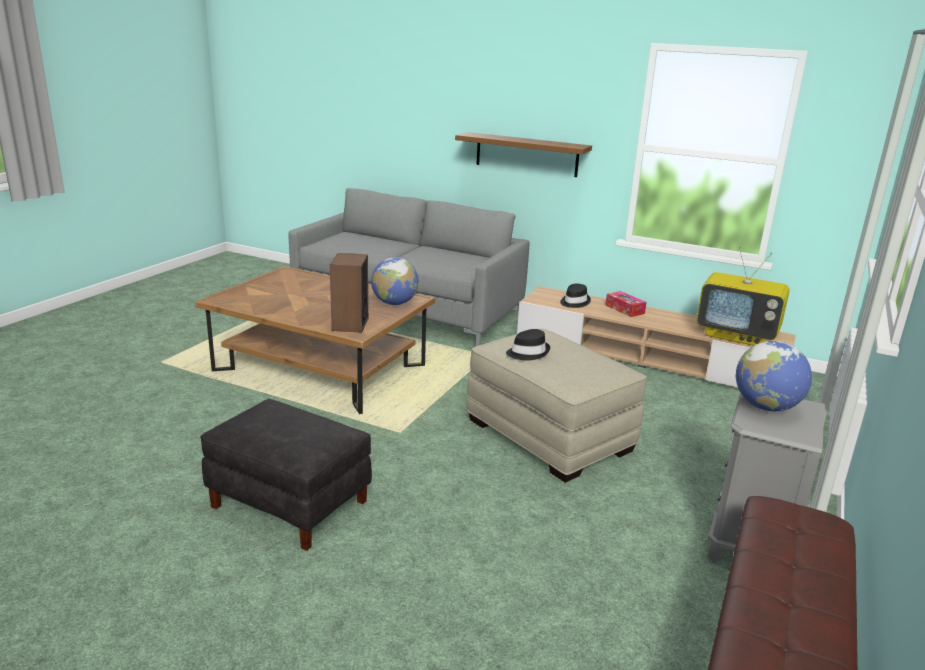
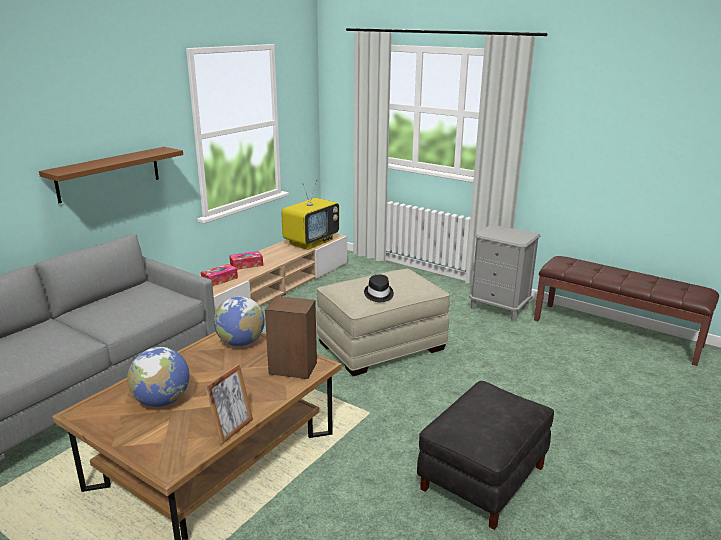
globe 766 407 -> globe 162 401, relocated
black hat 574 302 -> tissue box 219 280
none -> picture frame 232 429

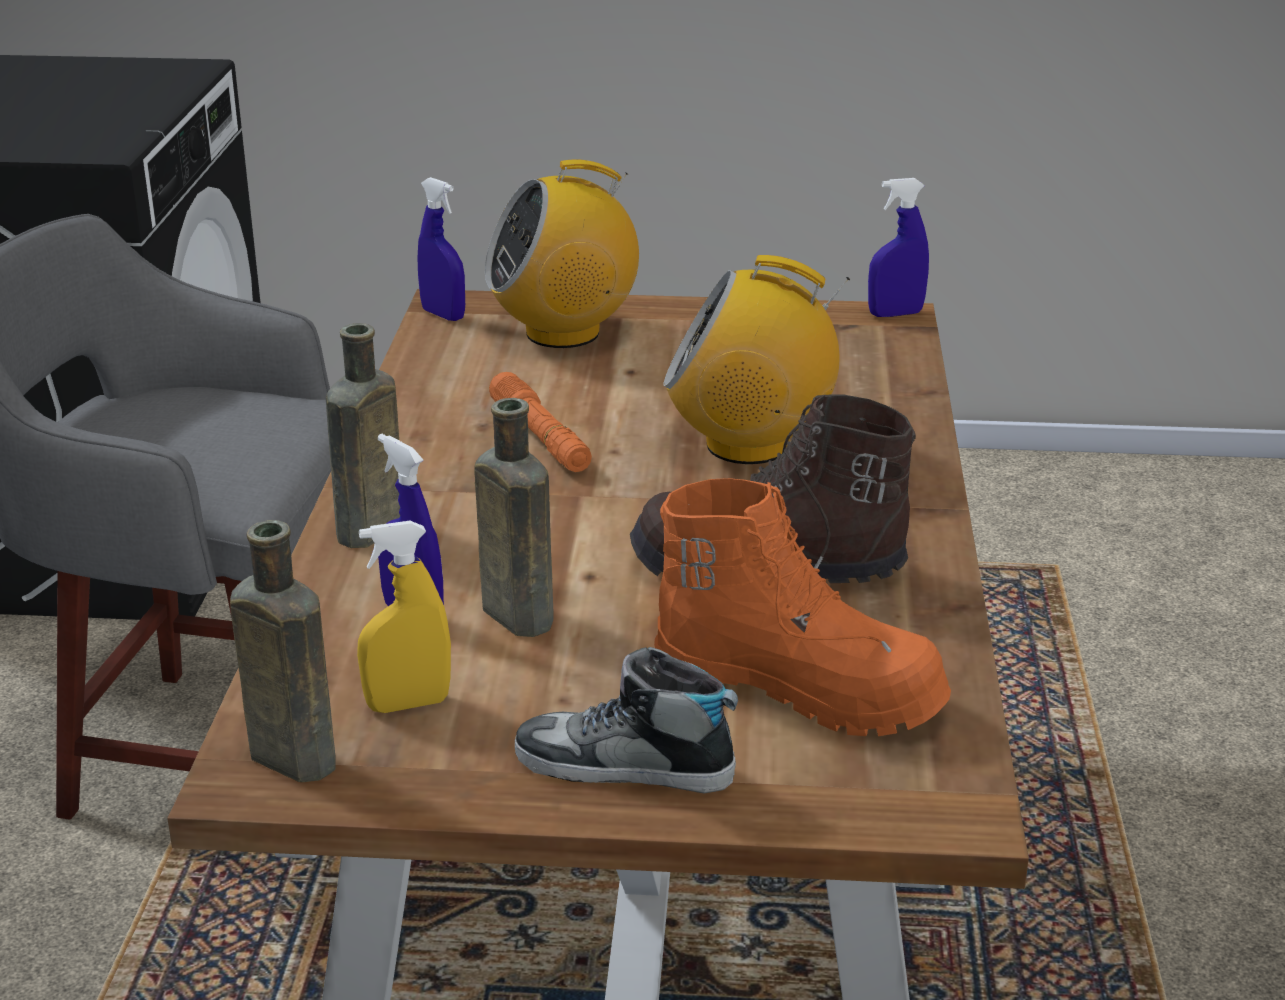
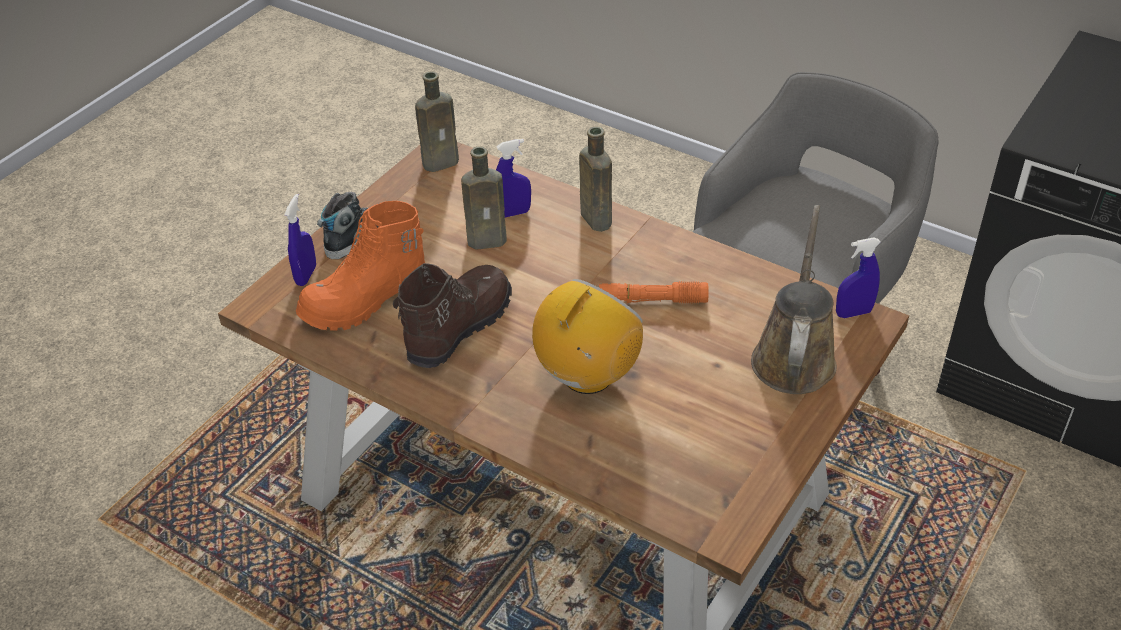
blue spray bottle 895 314 -> blue spray bottle 306 275, relocated
radio 564 332 -> brown watering can 794 356
yellow spray bottle 408 704 -> none

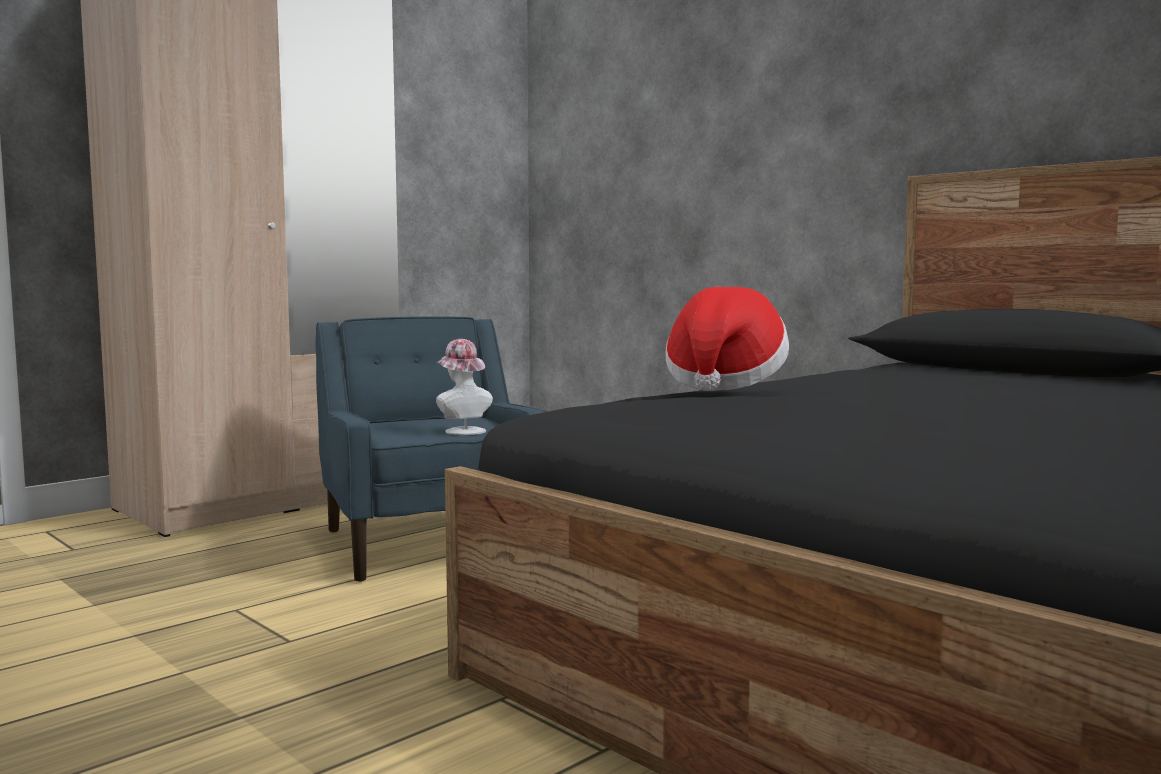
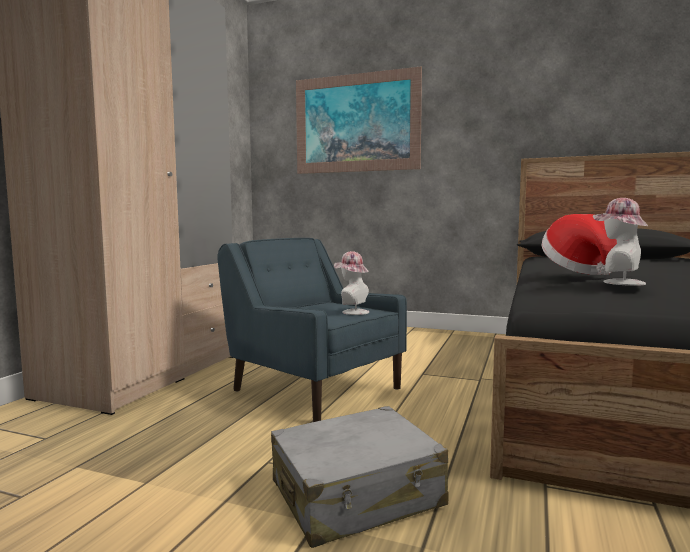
none -> grey suitcase 356 495
none -> picture 356 123
none -> hat 618 282

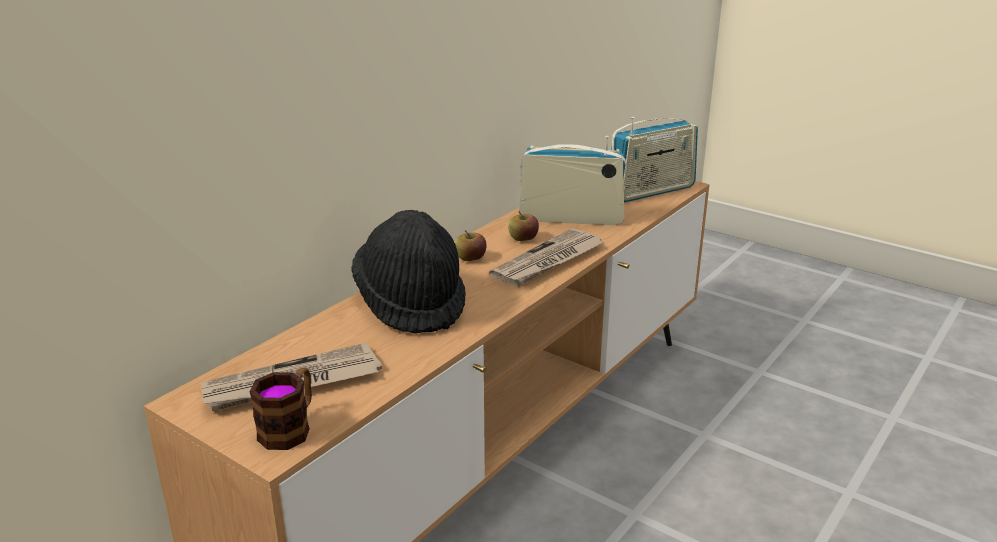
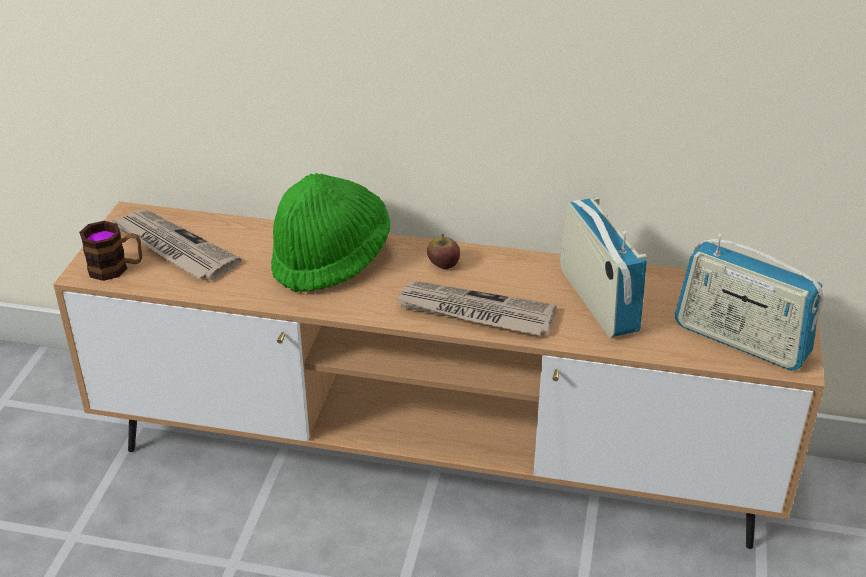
black hat 411 303 -> green hat 331 260
apple 523 239 -> none

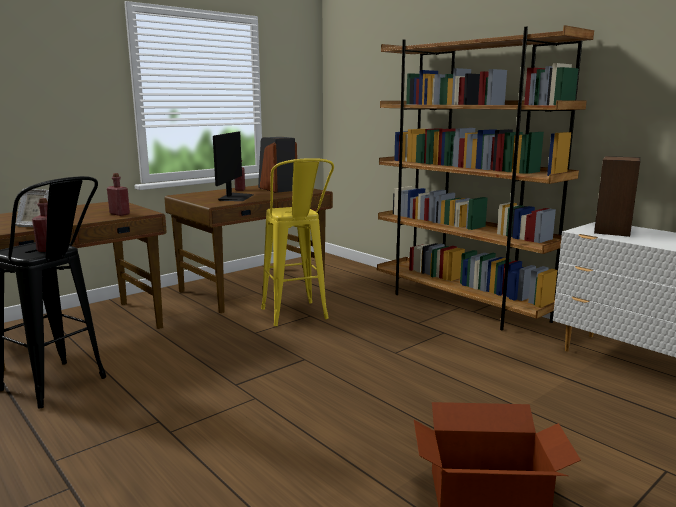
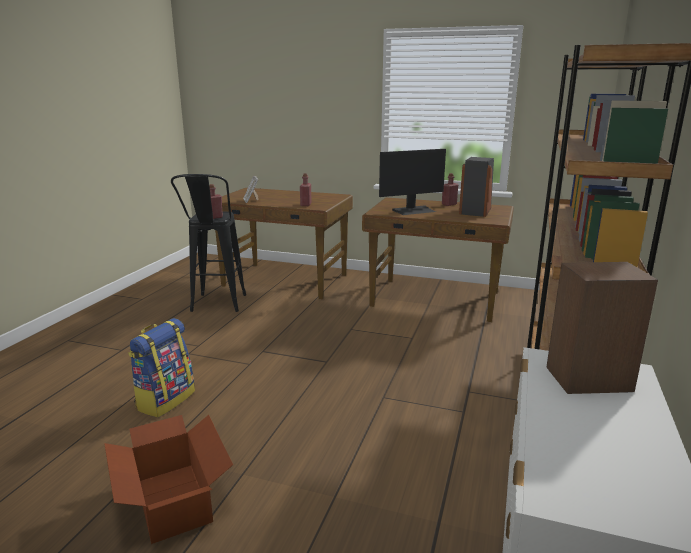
none -> backpack 165 400
yellow stool 297 318 -> none

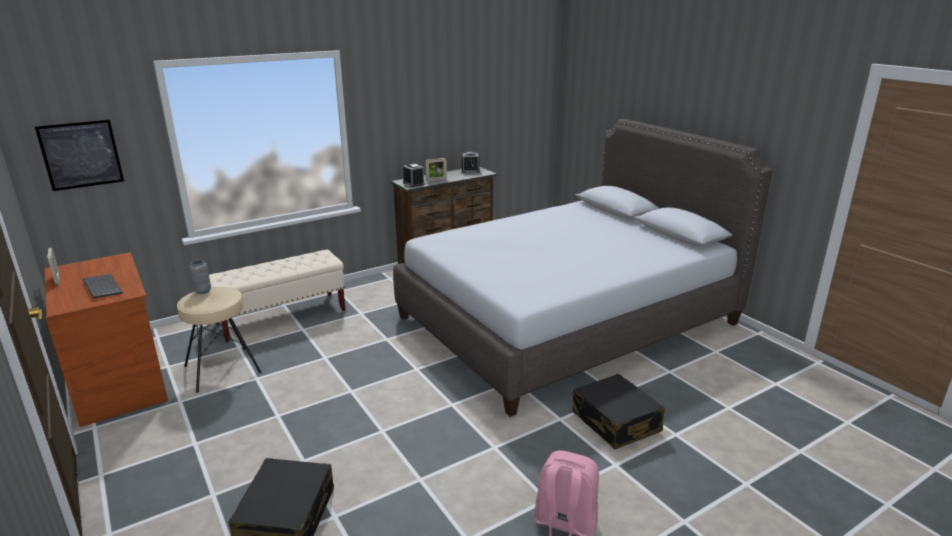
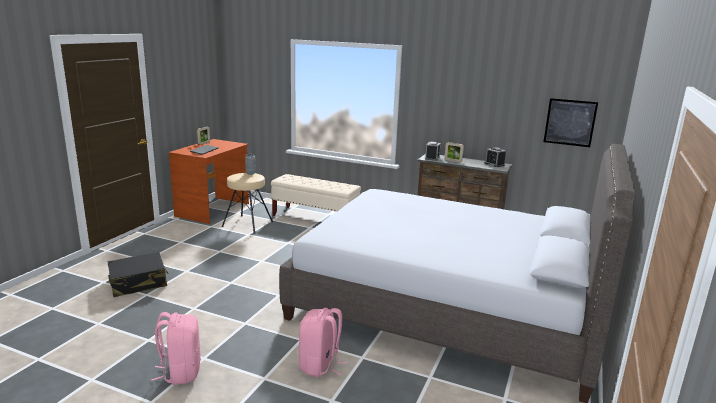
black suitcase 615 422 -> pink backpack 320 365
picture 81 154 -> picture 570 122, relocated

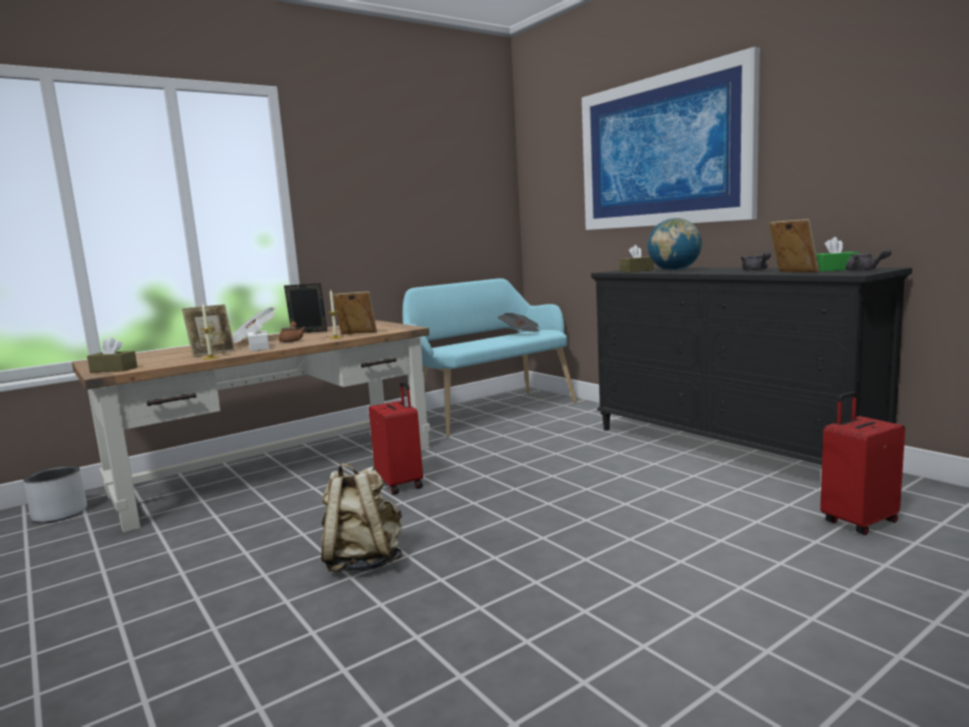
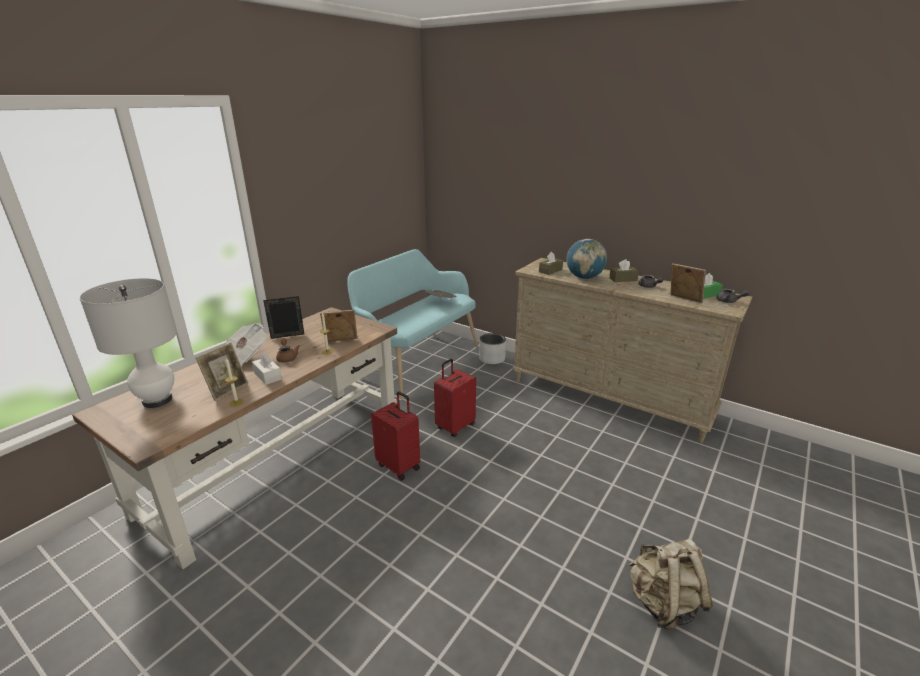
none -> white table lamp 157 400
red suitcase 857 522 -> red suitcase 455 426, relocated
grey planter 60 514 -> grey planter 492 359, relocated
black dresser 727 449 -> beige dresser 609 398
brown tissue box 113 369 -> brown tissue box 623 279, relocated
beige backpack 363 562 -> beige backpack 663 603, relocated
picture 662 152 -> none

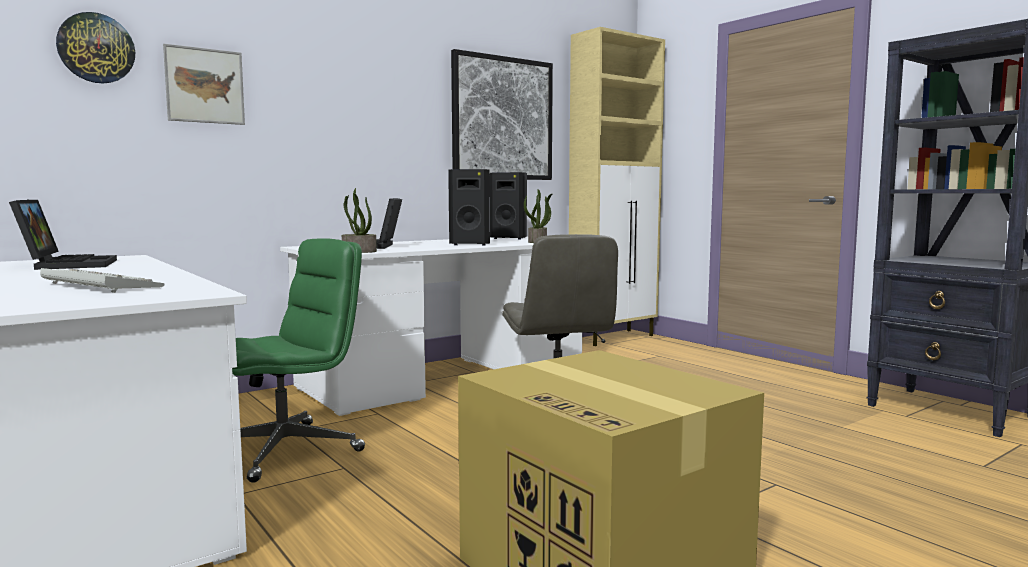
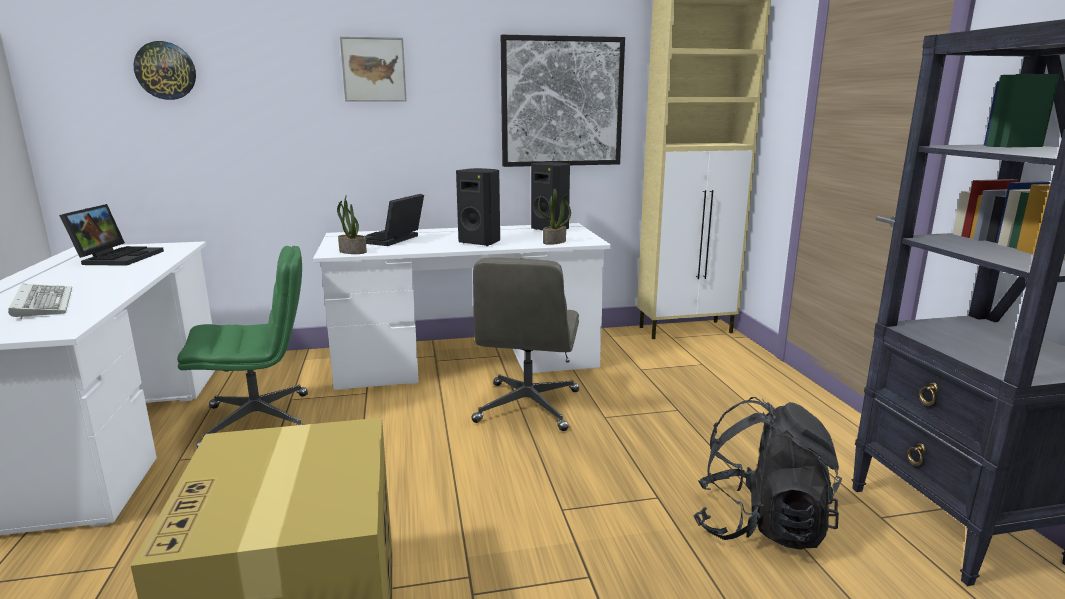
picture 205 86 -> picture 374 69, relocated
none -> black backpack 760 525

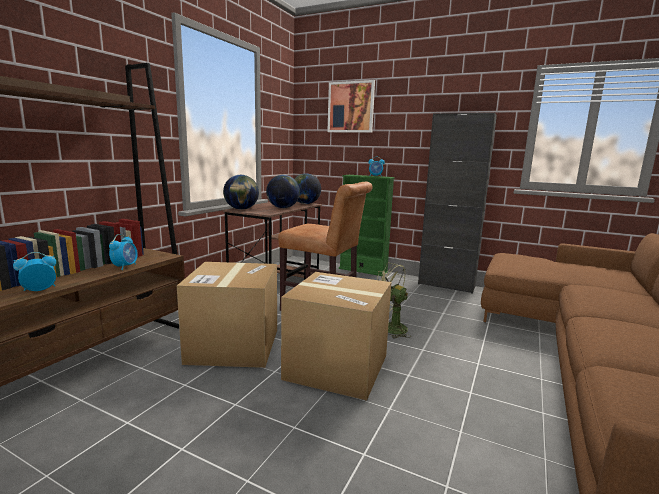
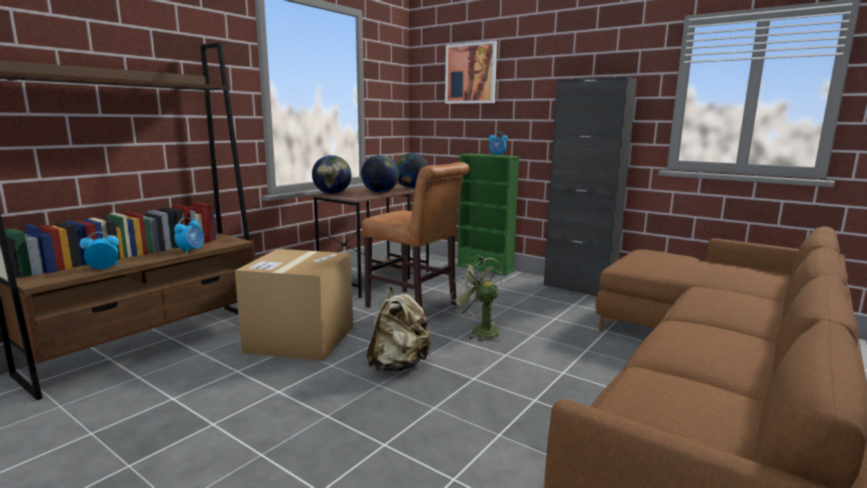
cardboard box 336 367 -> beige backpack 399 365

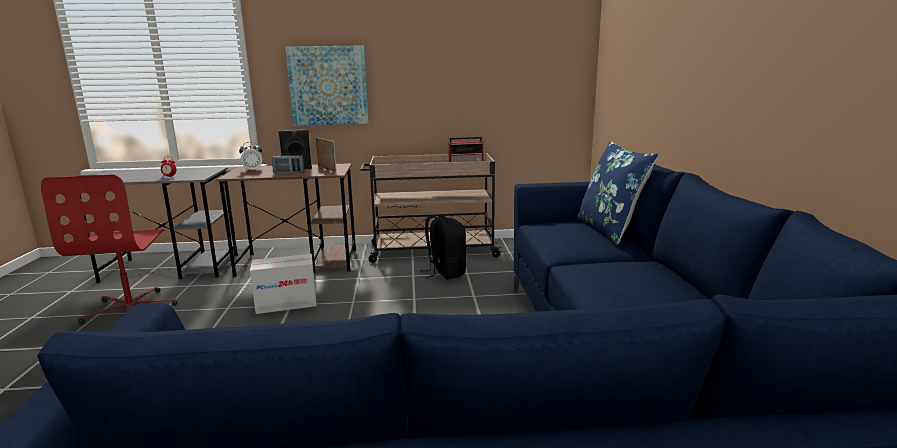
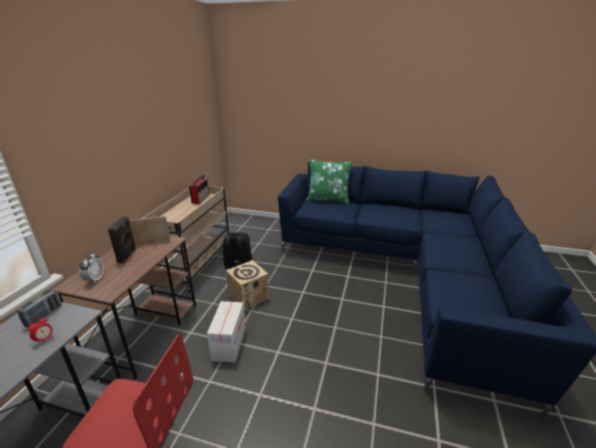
radio 289 173 -> radio 44 315, relocated
none -> cardboard box 248 296
blue pillow 610 229 -> green pillow 328 199
picture 328 86 -> none

